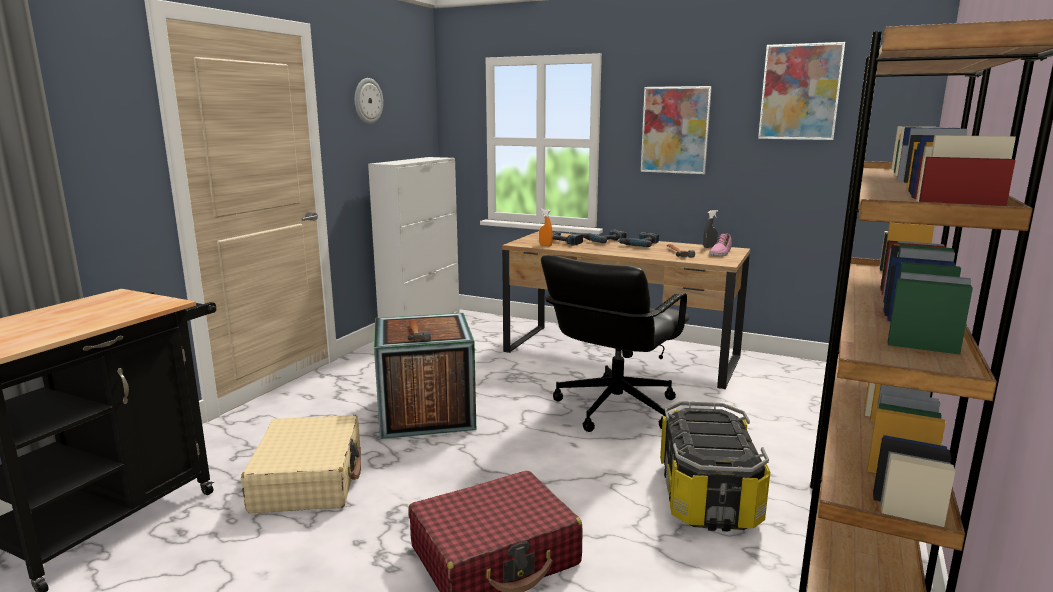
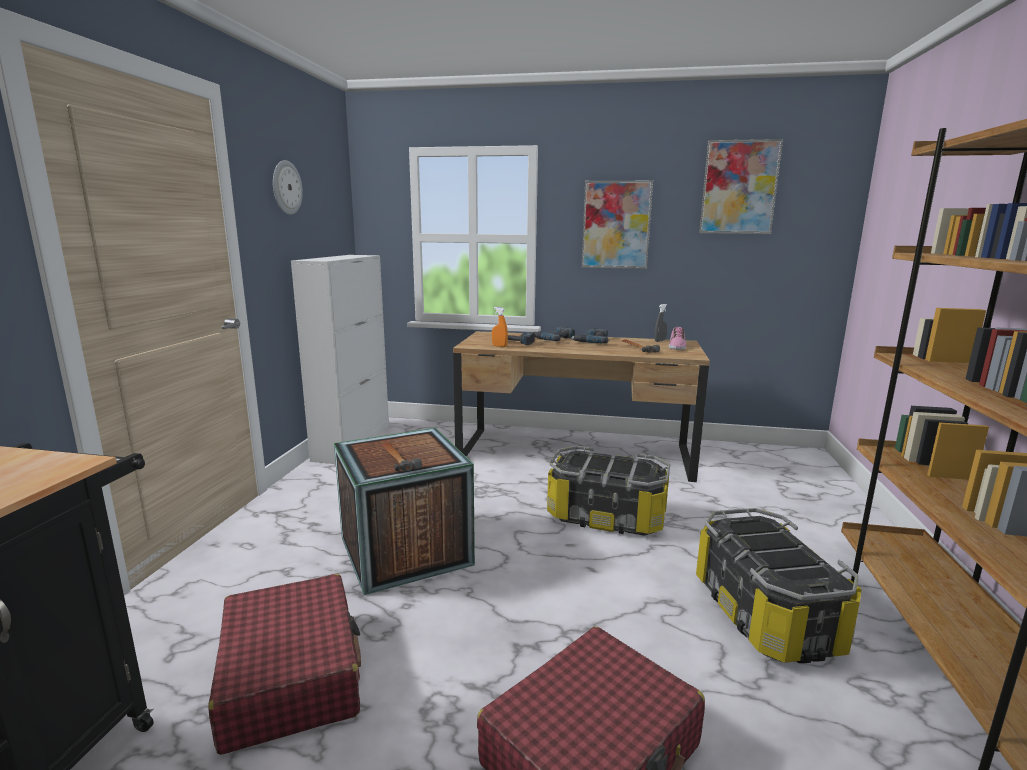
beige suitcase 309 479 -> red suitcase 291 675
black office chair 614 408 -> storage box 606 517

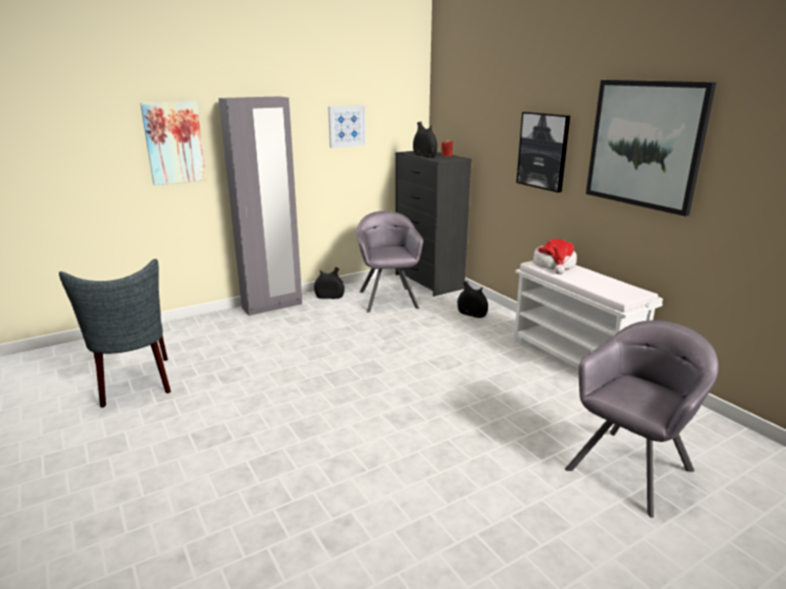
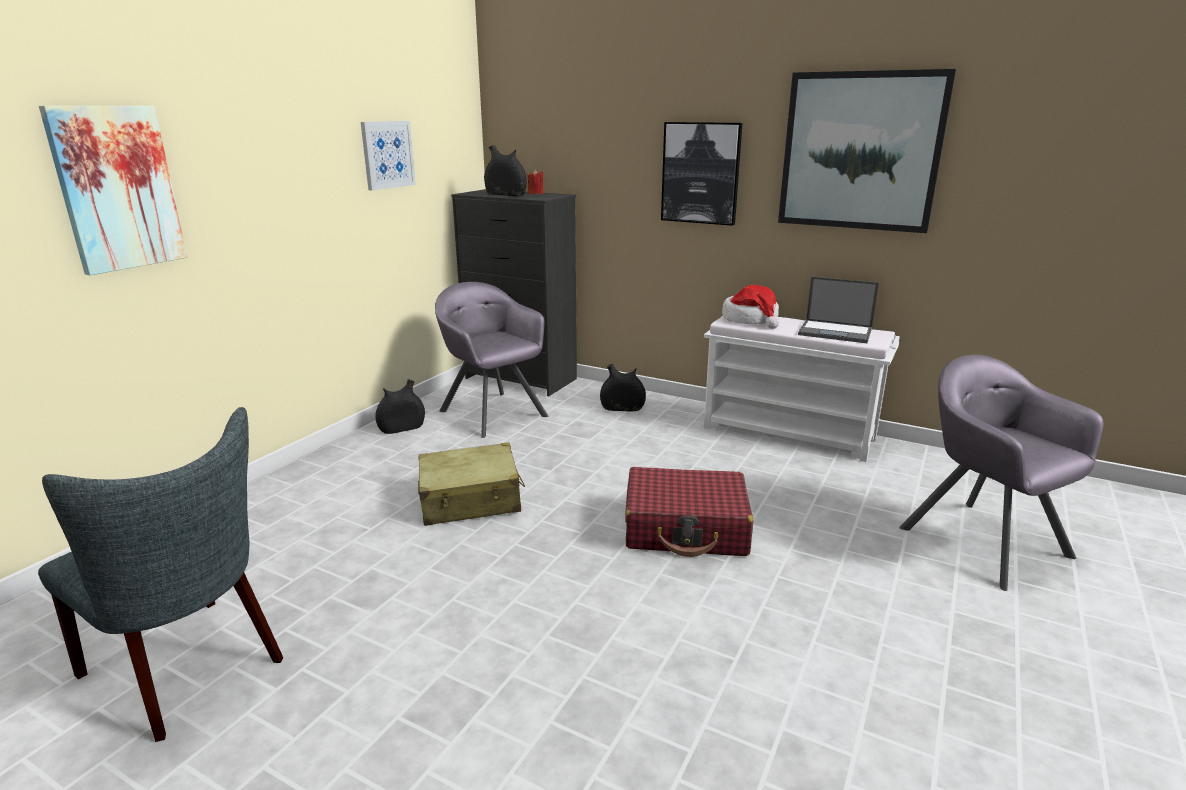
none -> beige suitcase 471 500
none -> red suitcase 686 528
none -> laptop 836 332
grey armchair 630 469 -> grey armchair 983 541, 45 degrees counterclockwise
grey wardrobe 272 306 -> none

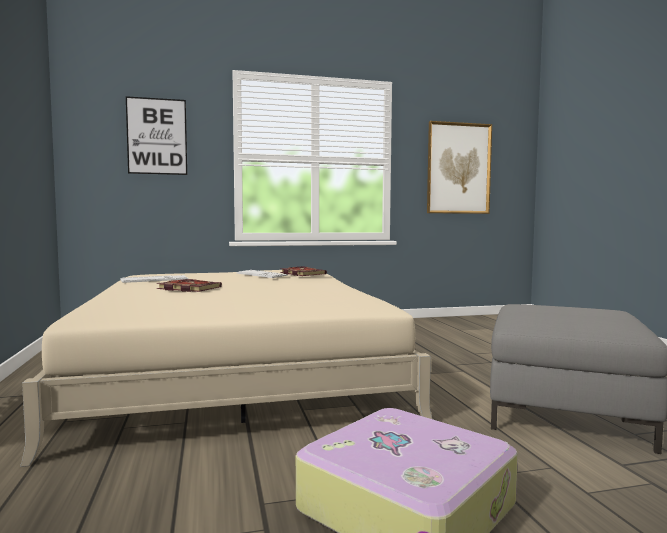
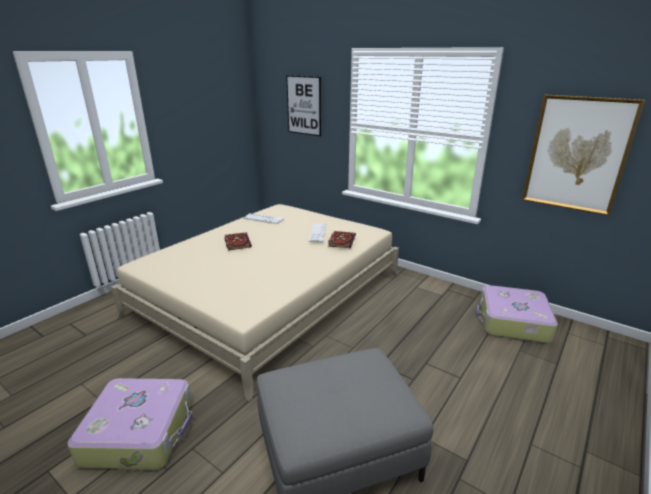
none -> suitcase 512 322

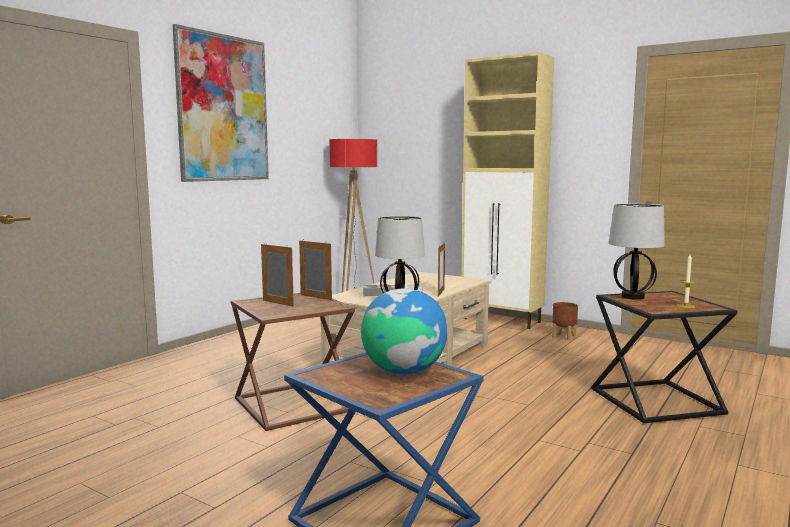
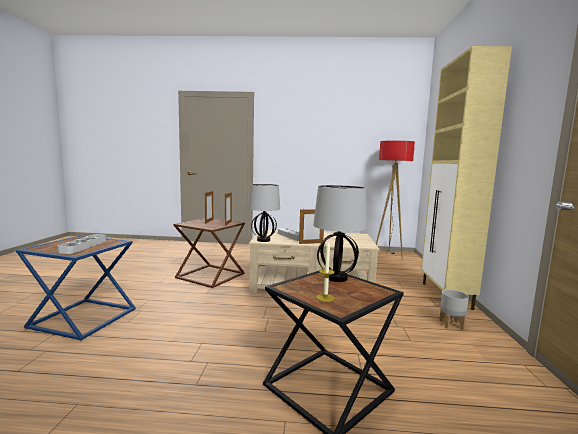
globe 404 371 -> grey tray 83 246
brown planter 564 337 -> grey planter 451 324
picture 223 108 -> none

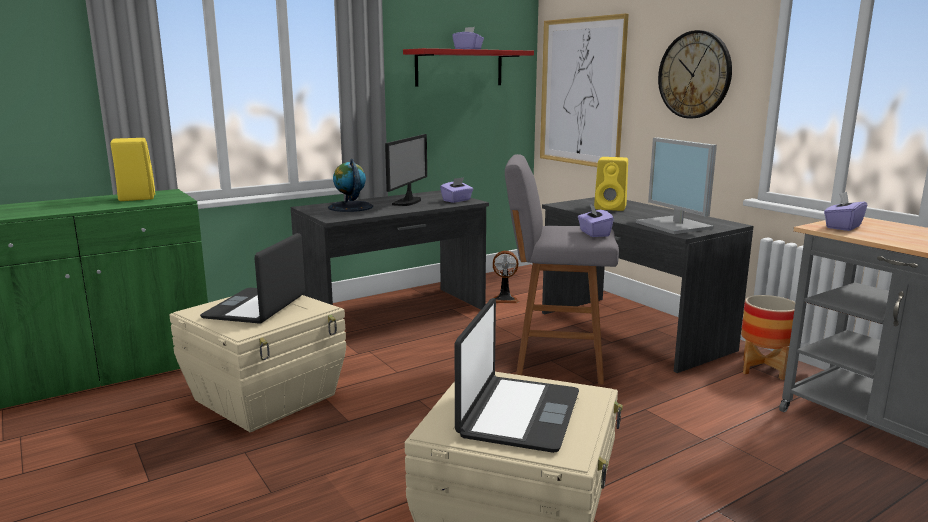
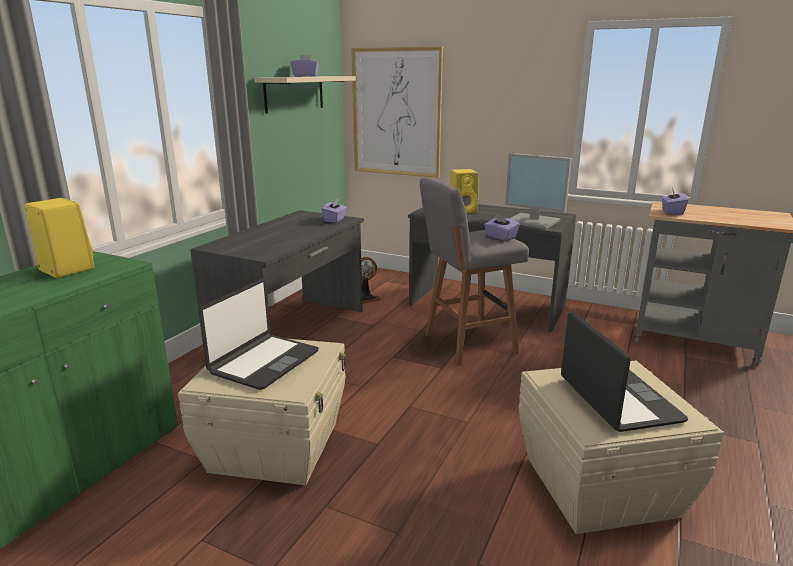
laptop 257 307 -> laptop 263 362, 135 degrees counterclockwise
red shelf 459 68 -> beige shelf 294 93
globe 350 207 -> none
monitor 408 202 -> none
wall clock 694 75 -> none
planter 763 369 -> none

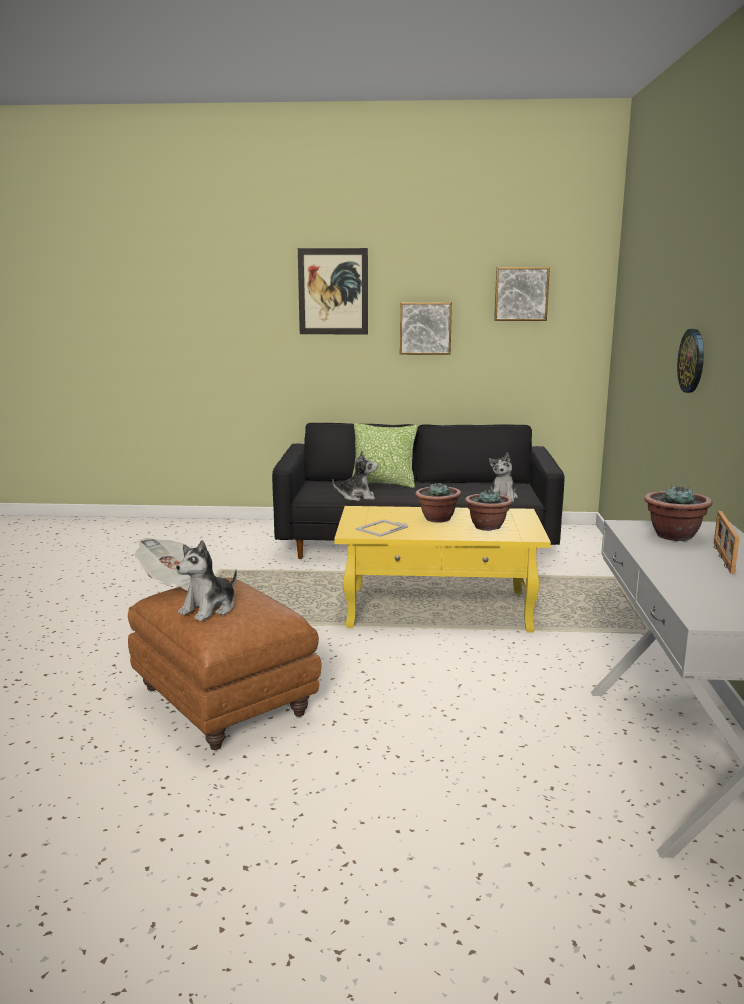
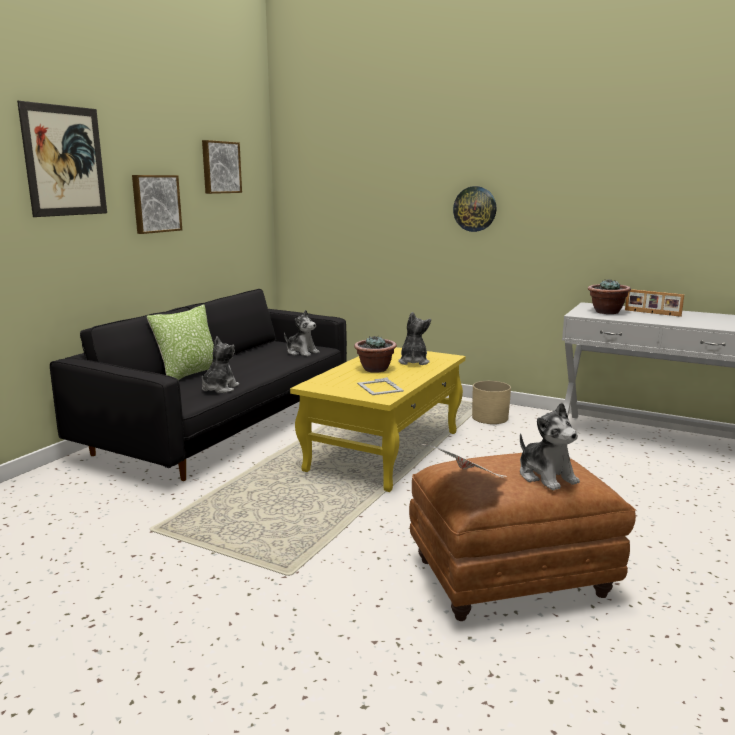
potted plant 487 527 -> plush toy 413 362
none -> beige planter 490 418

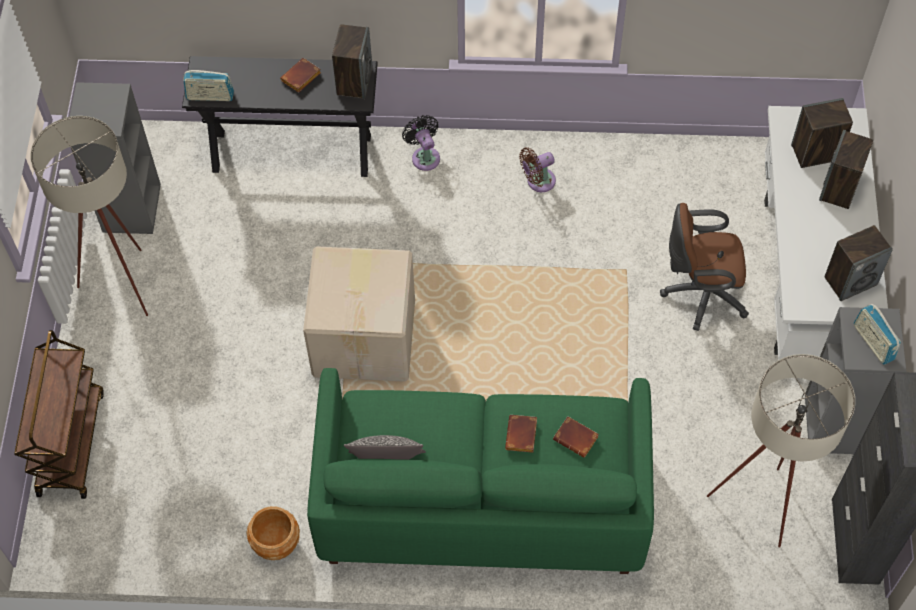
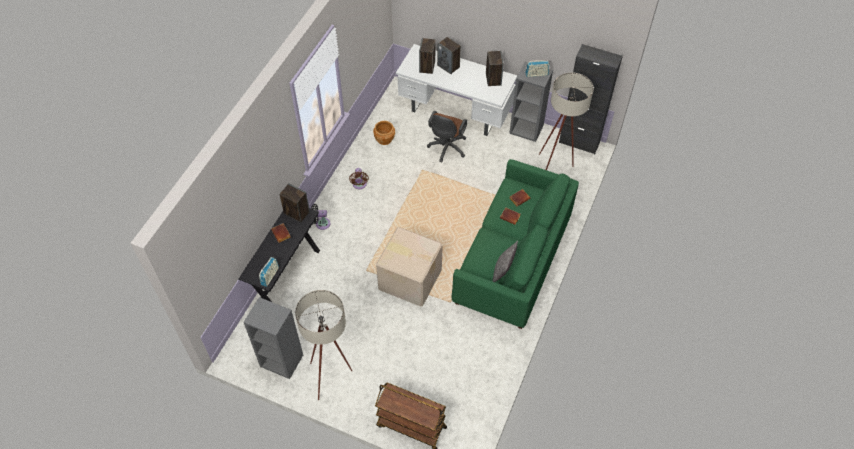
brown planter 275 543 -> brown planter 384 139, relocated

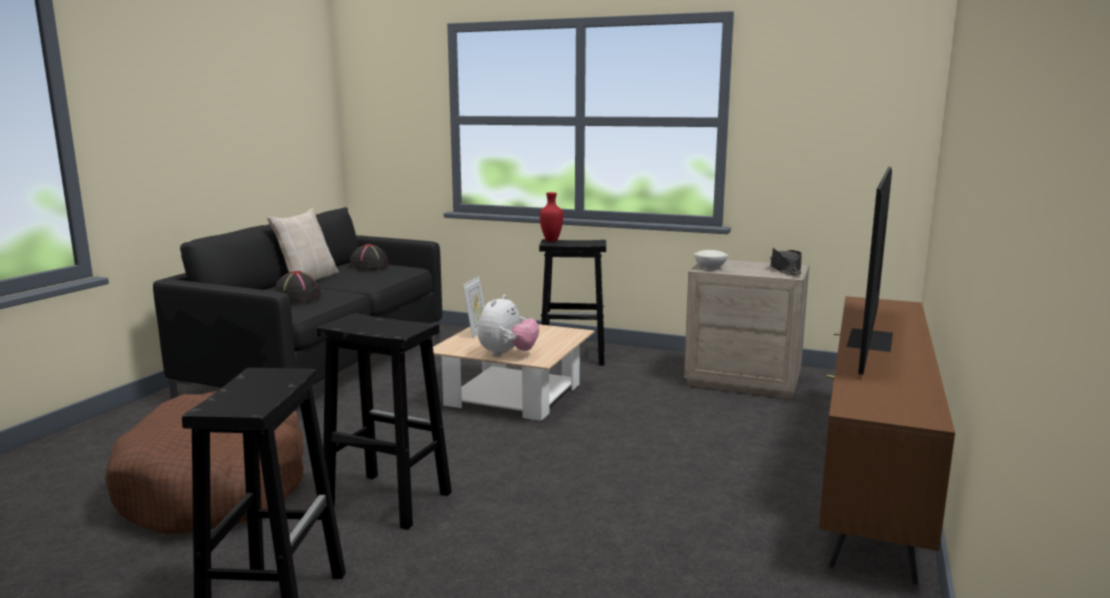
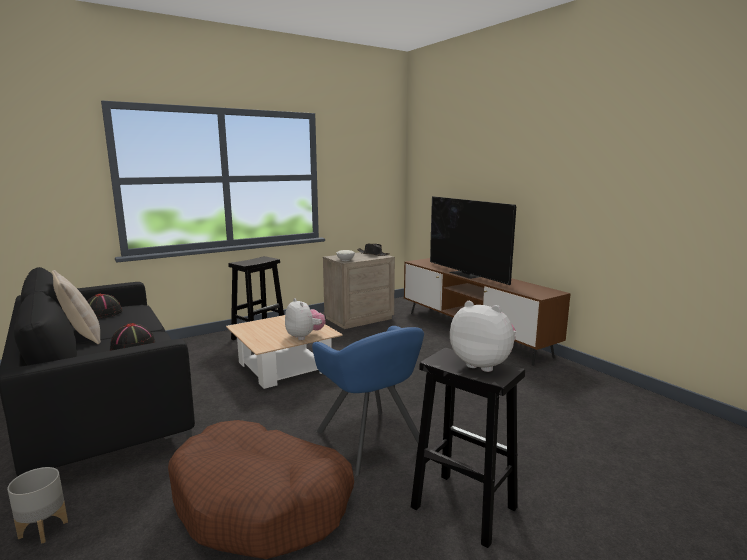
none -> grey planter 43 529
black stool 386 500 -> blue armchair 370 440
none -> plush toy 482 364
picture frame 476 332 -> none
red vase 551 241 -> none

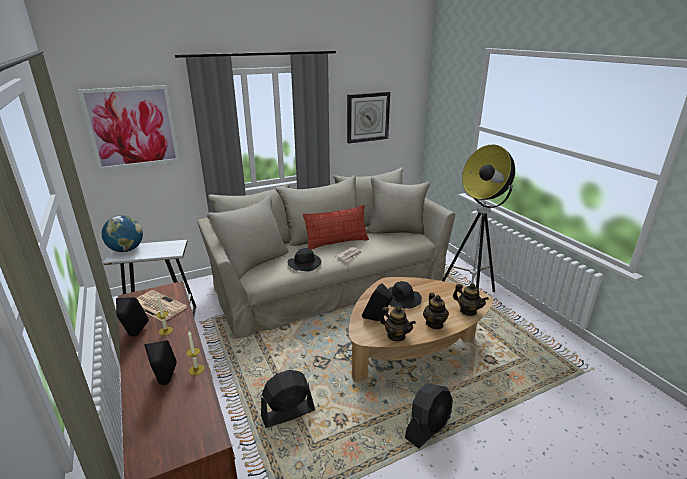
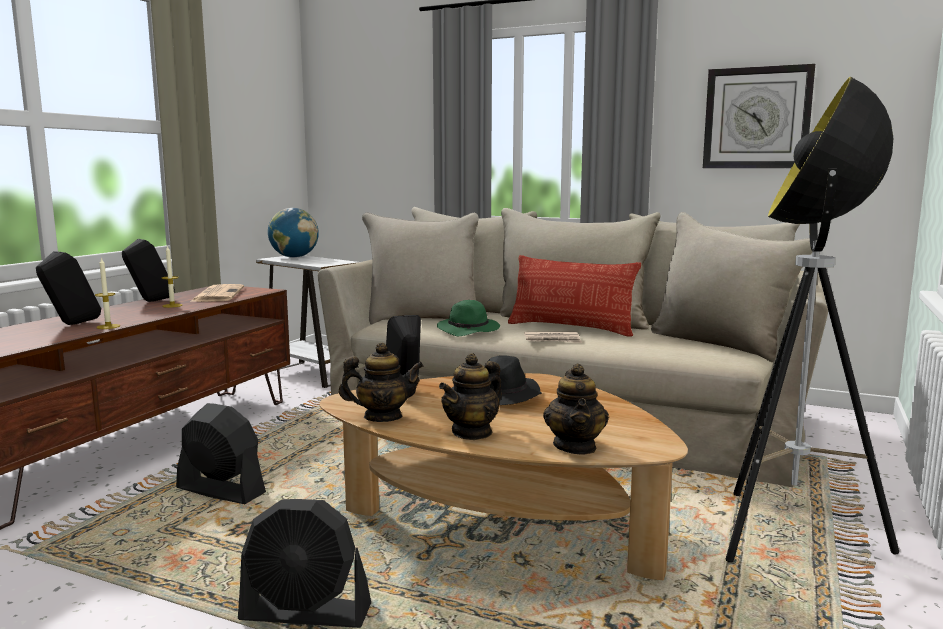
teapot 396 336 -> teapot 382 417, 90 degrees counterclockwise
black hat 305 264 -> green hat 469 330
picture 132 127 -> none

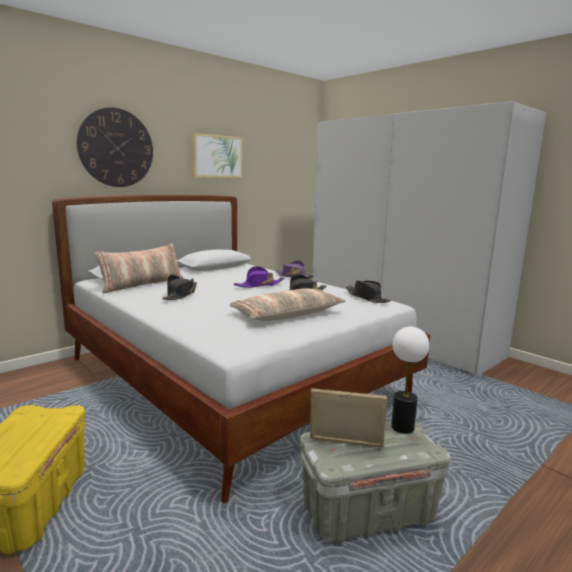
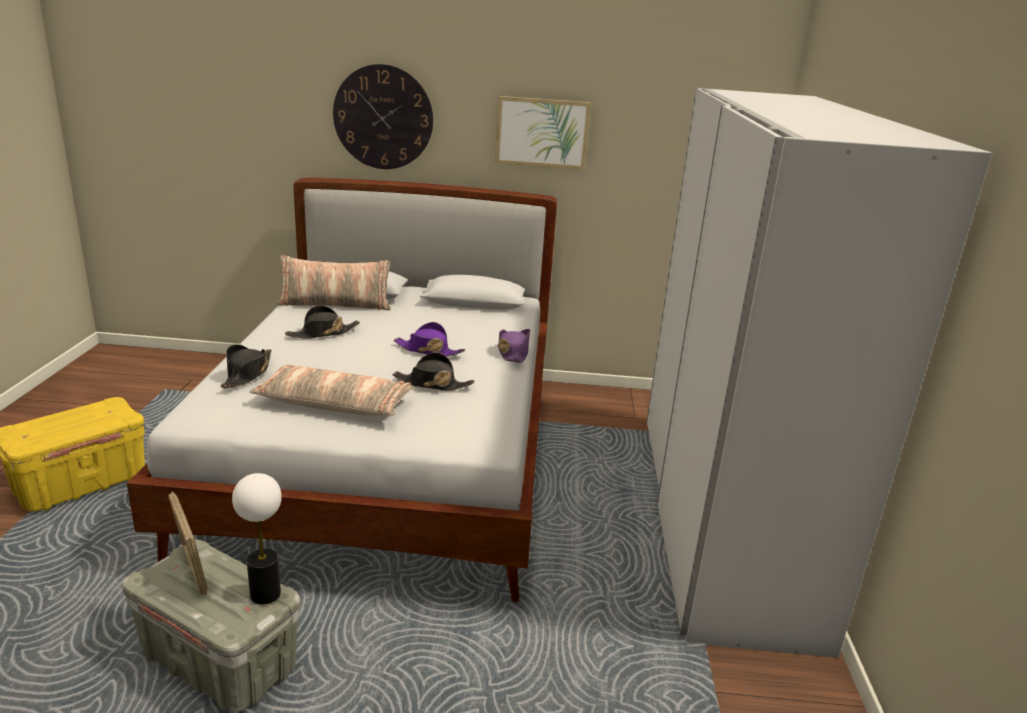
black hat 367 298 -> black hat 247 374, relocated

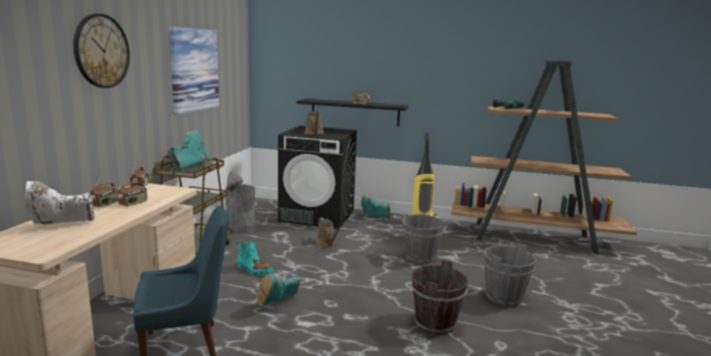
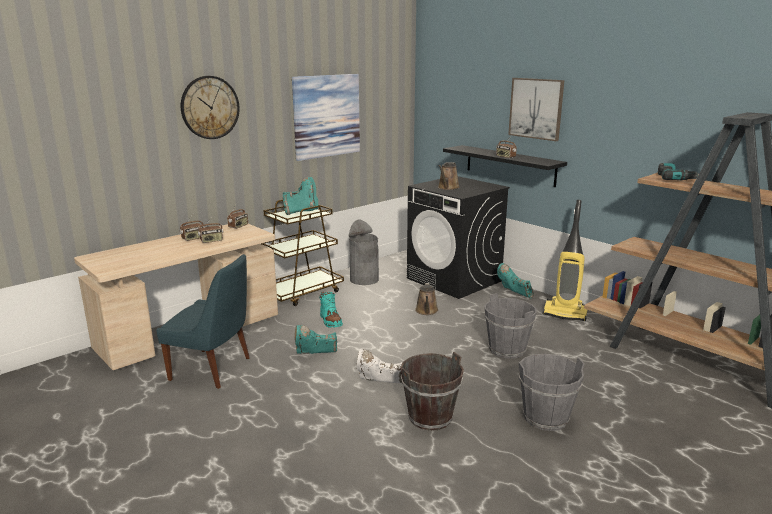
white boot 61 226 -> white boot 379 384, relocated
none -> picture 536 108

